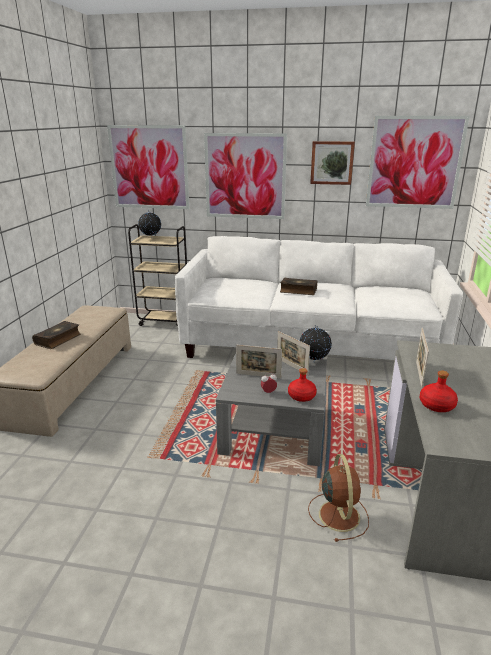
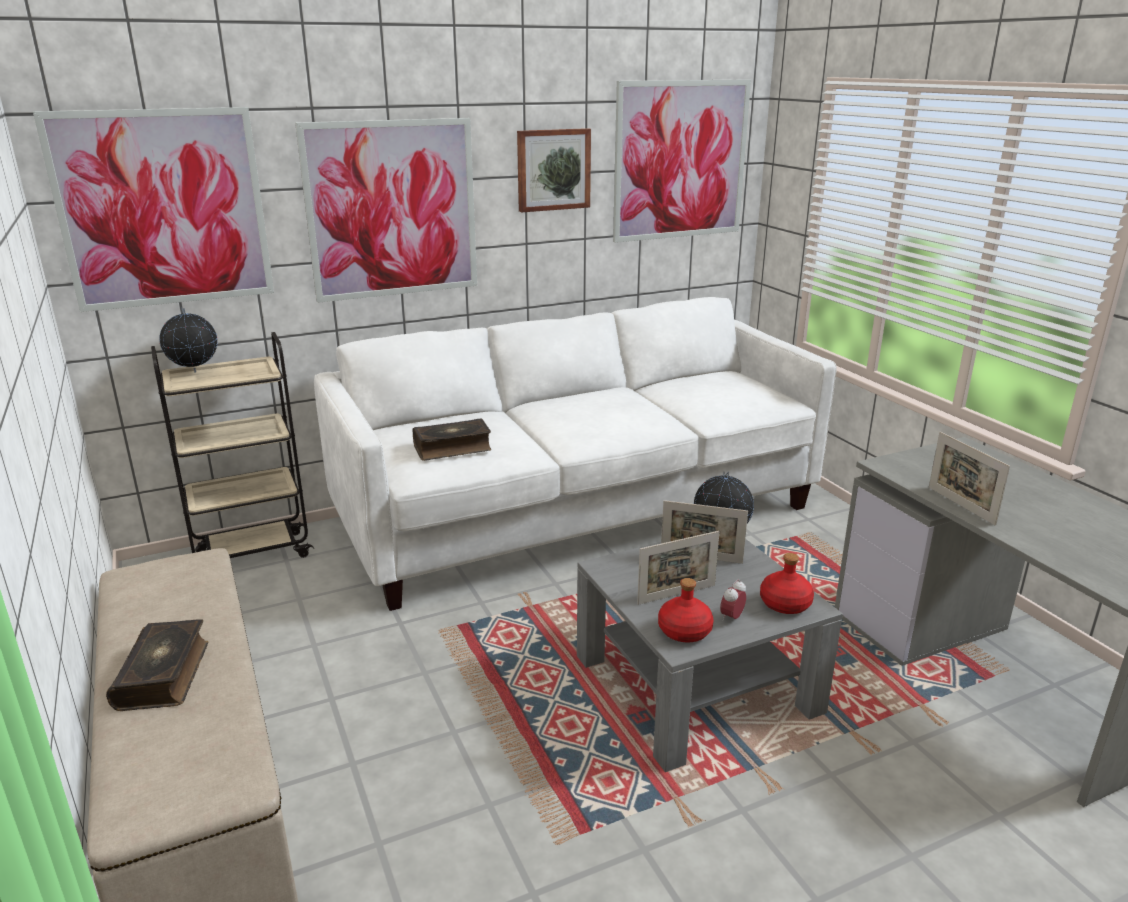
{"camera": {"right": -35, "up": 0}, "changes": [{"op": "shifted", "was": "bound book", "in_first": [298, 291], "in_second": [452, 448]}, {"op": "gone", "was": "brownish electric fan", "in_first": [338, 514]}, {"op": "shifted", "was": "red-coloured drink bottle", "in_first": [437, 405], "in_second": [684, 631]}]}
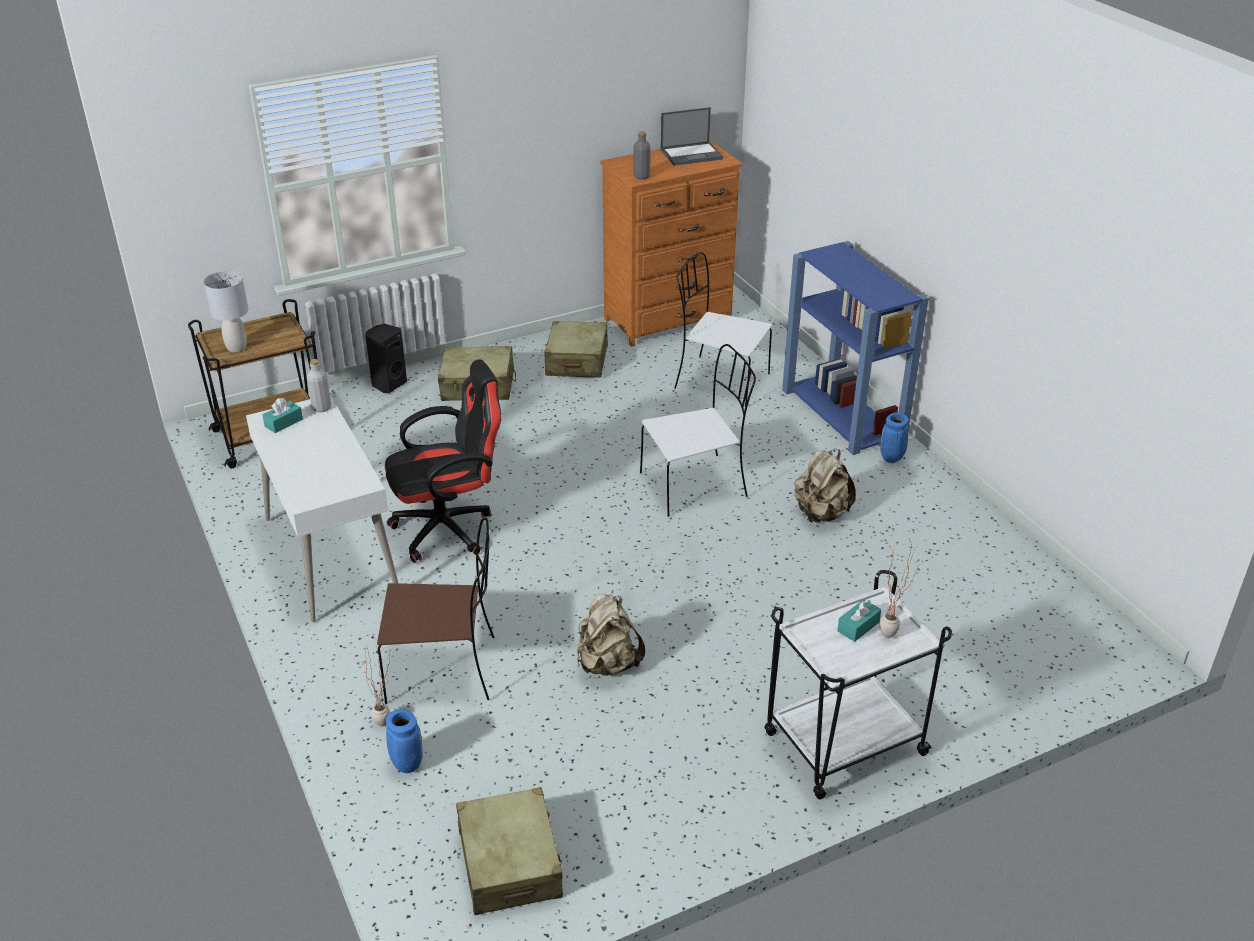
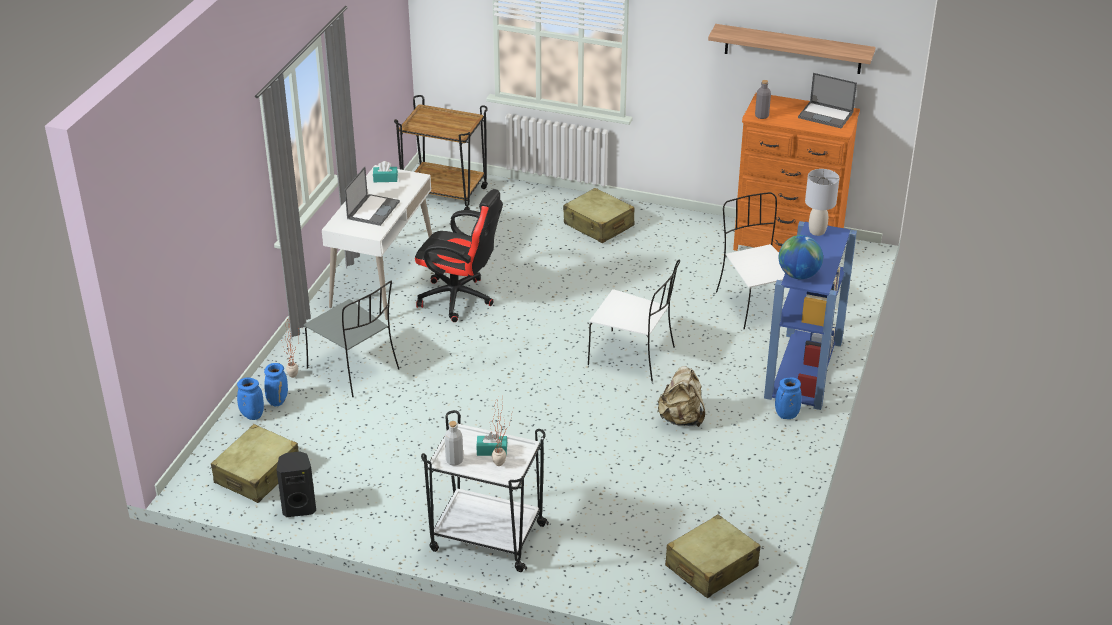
{"camera": {"right": 45, "up": 0}, "changes": [{"op": "shifted", "was": "gray table lamp", "in_first": [237, 347], "in_second": [817, 231]}, {"op": "shifted", "was": "gray drink bottle", "in_first": [321, 407], "in_second": [454, 460]}, {"op": "shifted", "was": "black-coloured loudspeaker", "in_first": [388, 384], "in_second": [299, 507]}, {"op": "repainted", "was": "brownish upright chair", "now": "gray upright chair", "in_first": [445, 669], "in_second": [355, 370]}, {"op": "shifted", "was": "sand-coloured piece of luggage", "in_first": [576, 361], "in_second": [711, 567]}, {"op": "gone", "was": "sand-coloured rucksack", "in_first": [607, 663]}, {"op": "new", "now": "blue vase", "in_second": [251, 415]}, {"op": "new", "now": "portable computer", "in_second": [373, 210]}, {"op": "new", "now": "wall shelf", "in_second": [793, 49]}, {"op": "new", "now": "globe", "in_second": [798, 275]}]}
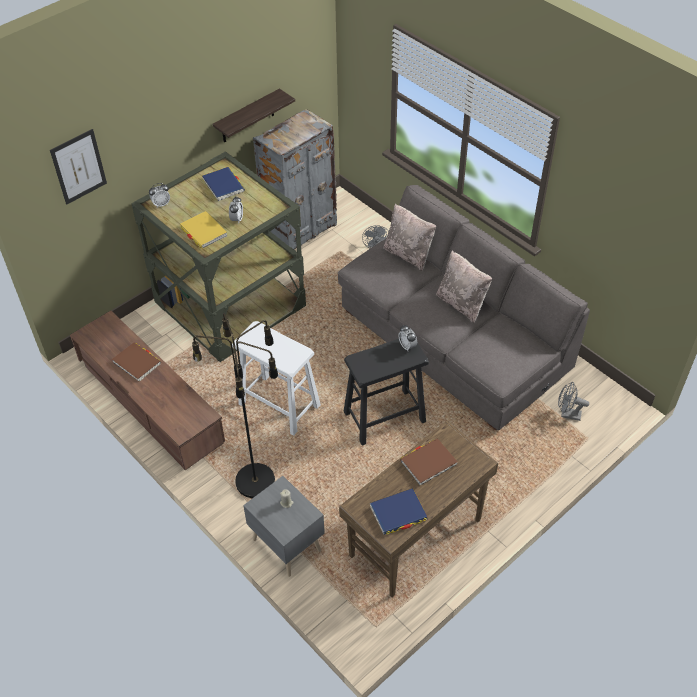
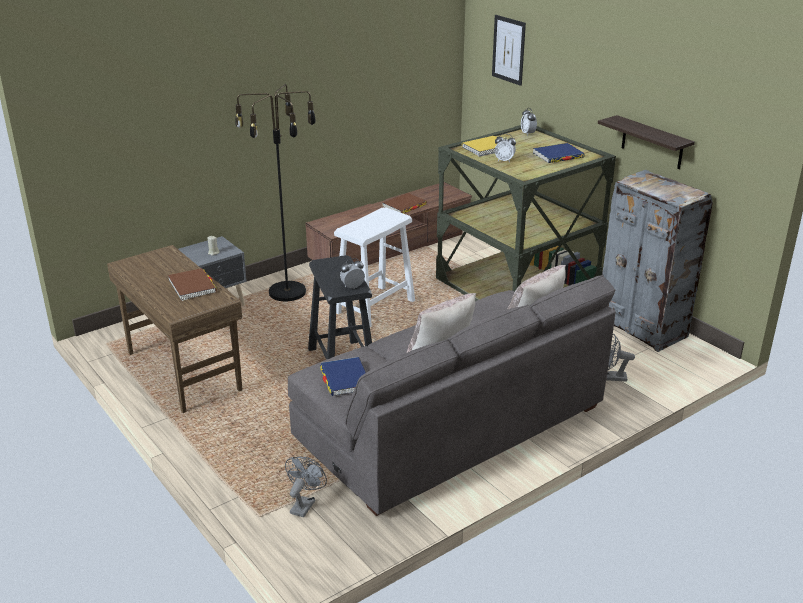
{"camera": {"right": 95, "up": -20}, "changes": [{"op": "shifted", "was": "blue bound book", "in_first": [398, 513], "in_second": [345, 379]}]}
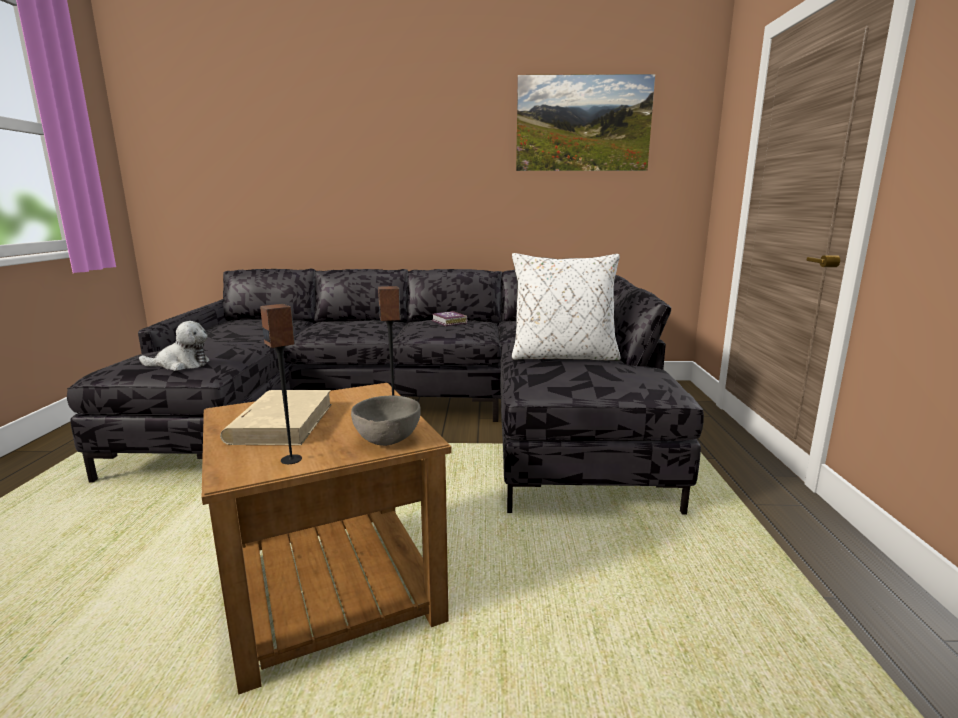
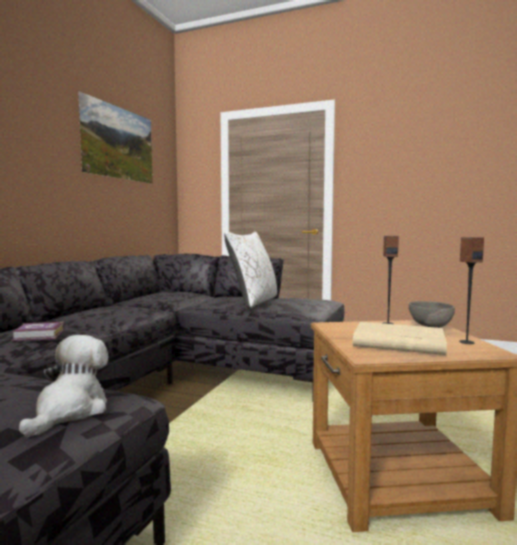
{"camera": {"right": -70, "up": -10}, "changes": [{"op": "shifted", "was": "bound book", "in_first": [449, 322], "in_second": [40, 336]}]}
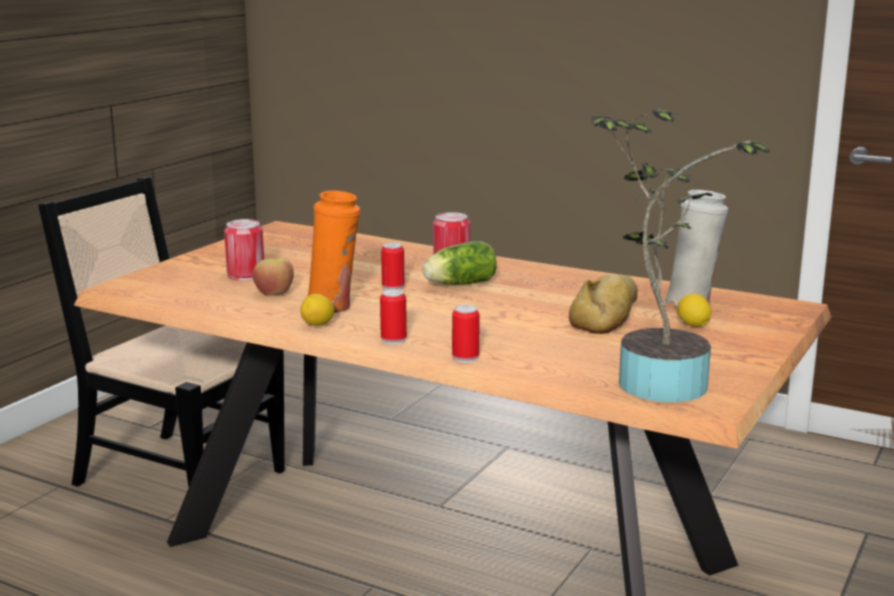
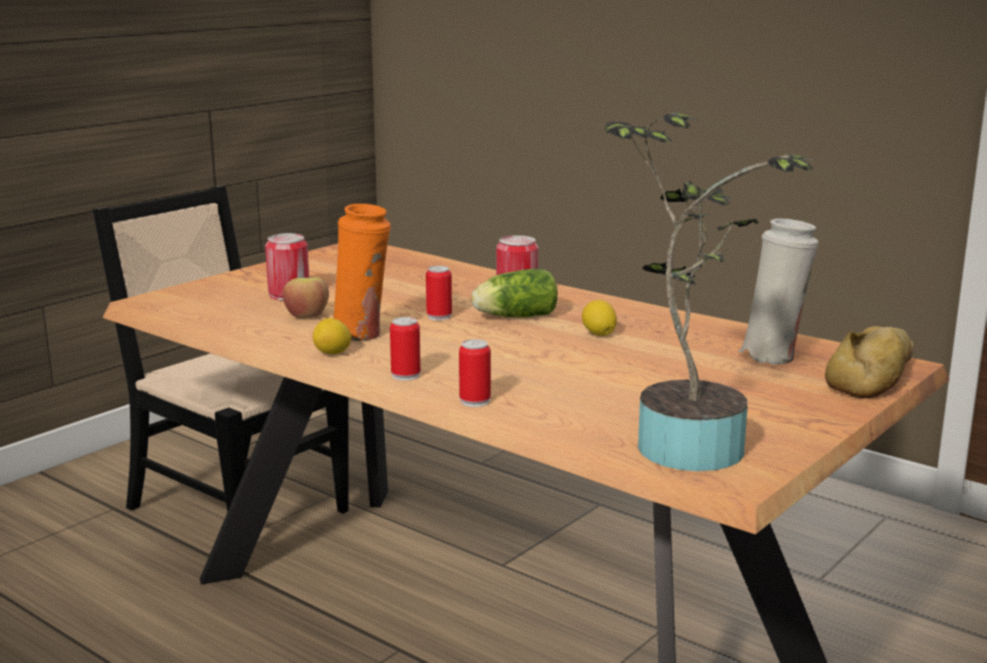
{"camera": {"right": 10, "up": 0}, "changes": [{"op": "shifted", "was": "bakery bread", "in_first": [608, 315], "in_second": [874, 375]}, {"op": "shifted", "was": "citrus fruit", "in_first": [693, 325], "in_second": [598, 334]}]}
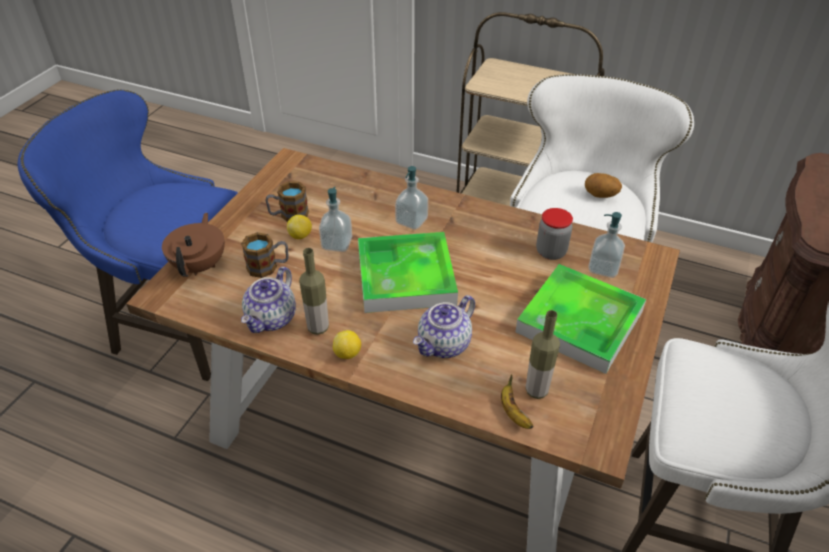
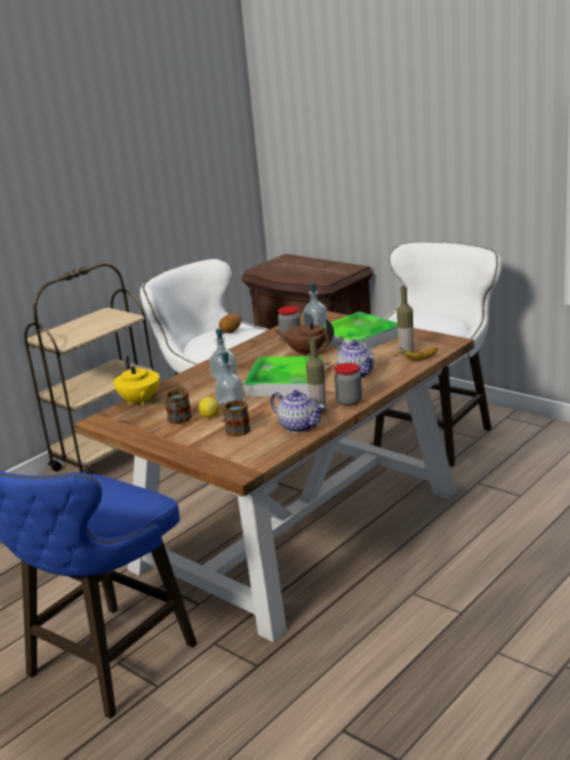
{"camera": {"right": -70, "up": -20}, "changes": [{"op": "shifted", "was": "brownish teapot", "in_first": [200, 265], "in_second": [306, 352]}, {"op": "swapped", "was": "citrus fruit", "now": "jar", "in_first": [347, 354], "in_second": [349, 401]}, {"op": "new", "now": "yellowish teapot", "in_second": [139, 401]}]}
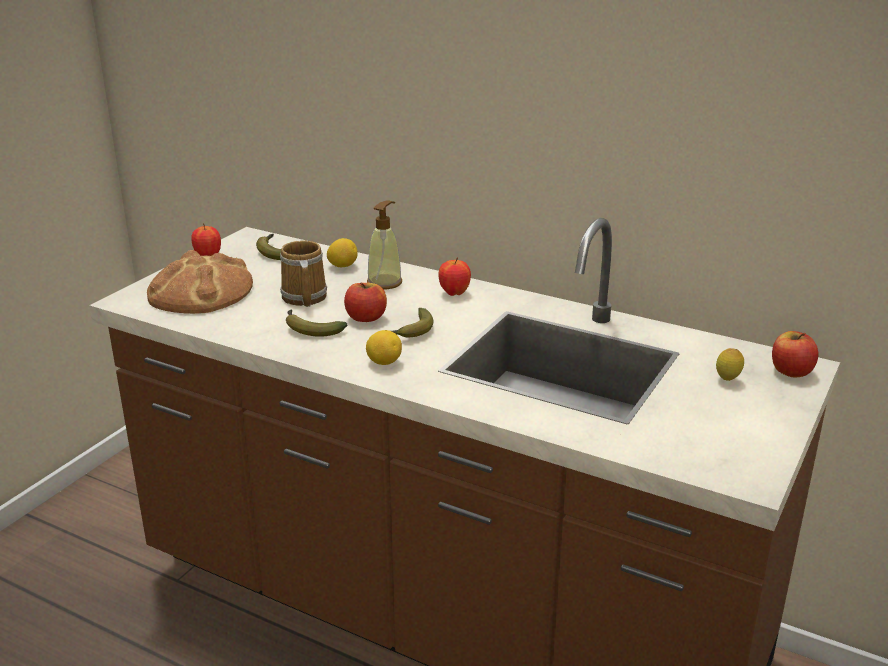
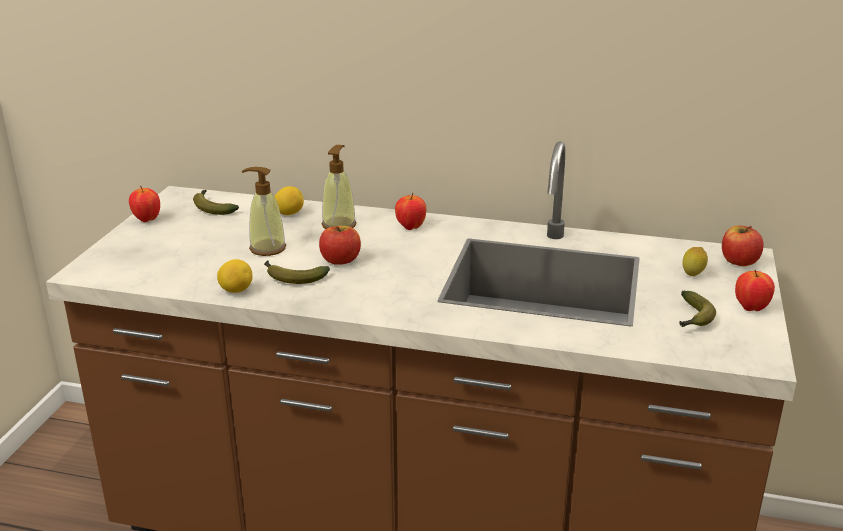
{"camera": {"right": -15, "up": 0}, "changes": [{"op": "gone", "was": "bakery bread", "in_first": [200, 291]}, {"op": "swapped", "was": "tea mug", "now": "soap dispenser", "in_first": [303, 298], "in_second": [267, 248]}, {"op": "shifted", "was": "citrus fruit", "in_first": [384, 362], "in_second": [236, 290]}, {"op": "shifted", "was": "whole banana", "in_first": [411, 332], "in_second": [692, 318]}, {"op": "new", "now": "whole apple", "in_second": [751, 308]}]}
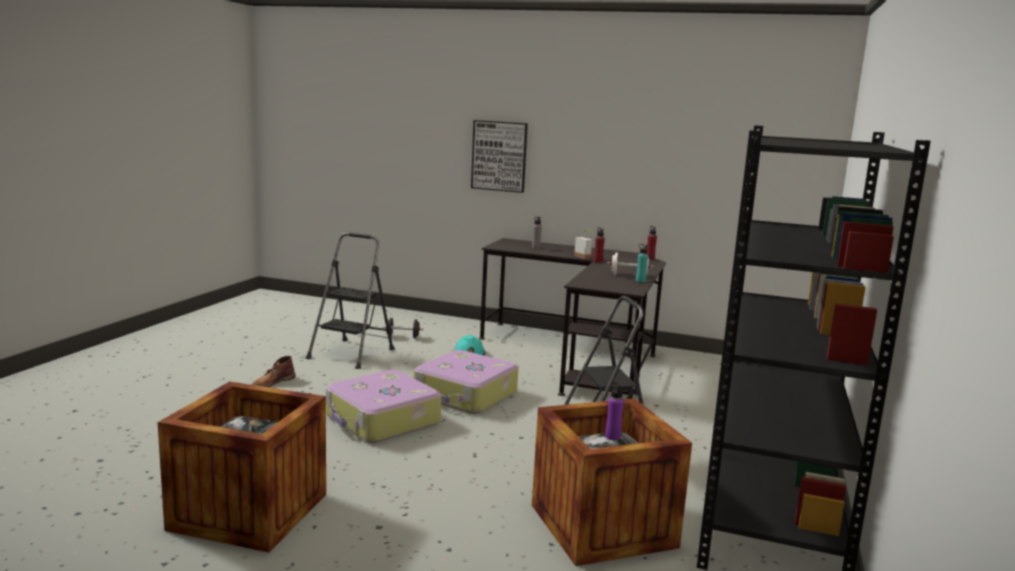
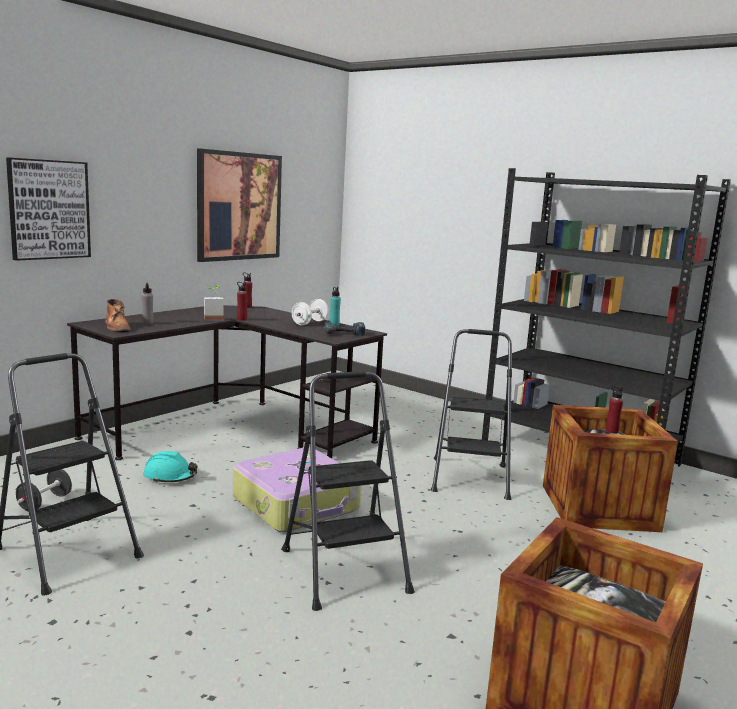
{"camera": {"right": -70, "up": 0}, "changes": [{"op": "shifted", "was": "brownish boot", "in_first": [273, 382], "in_second": [117, 327]}, {"op": "swapped", "was": "piece of luggage", "now": "black-coloured step ladder", "in_first": [382, 420], "in_second": [343, 567]}, {"op": "repainted", "was": "purplish drink bottle", "now": "red-coloured drink bottle", "in_first": [612, 437], "in_second": [611, 431]}, {"op": "new", "now": "wall picture", "in_second": [239, 206]}, {"op": "new", "now": "power drill", "in_second": [343, 332]}]}
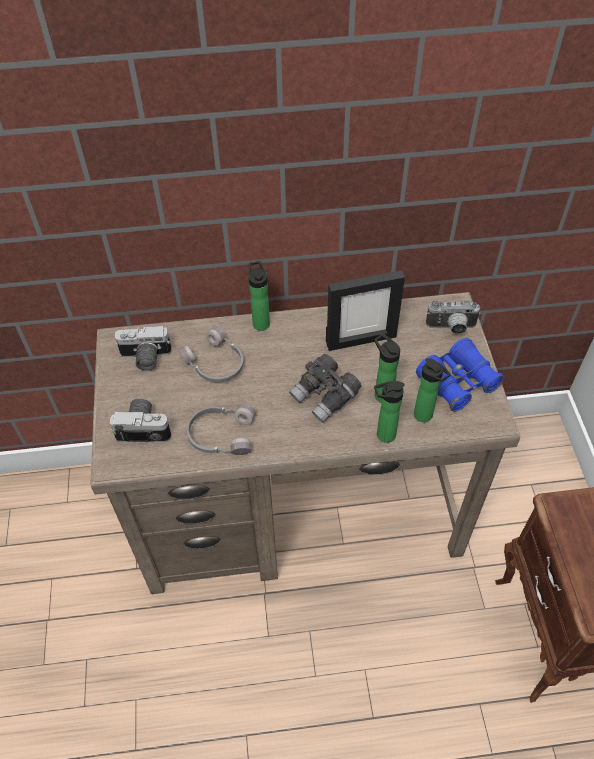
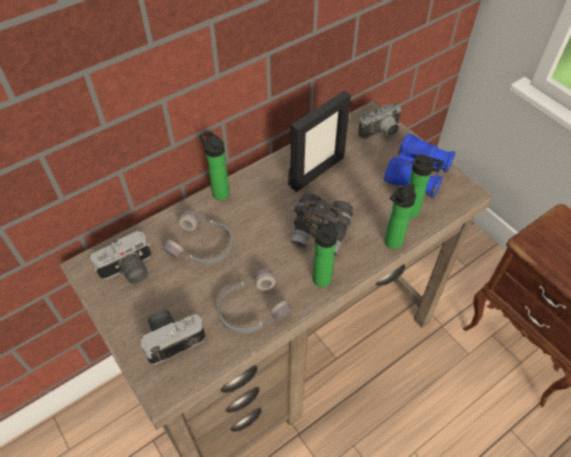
{"camera": {"right": -30, "up": 0}, "changes": [{"op": "shifted", "was": "drink bottle", "in_first": [381, 394], "in_second": [318, 278]}]}
